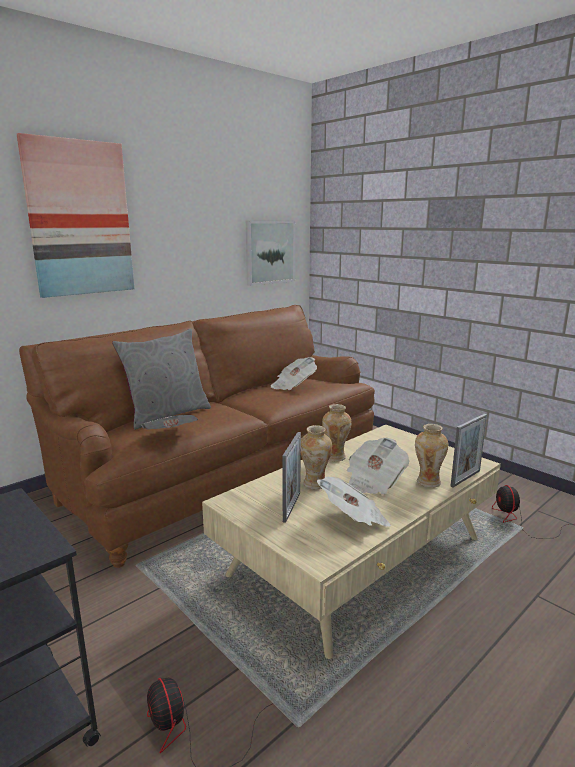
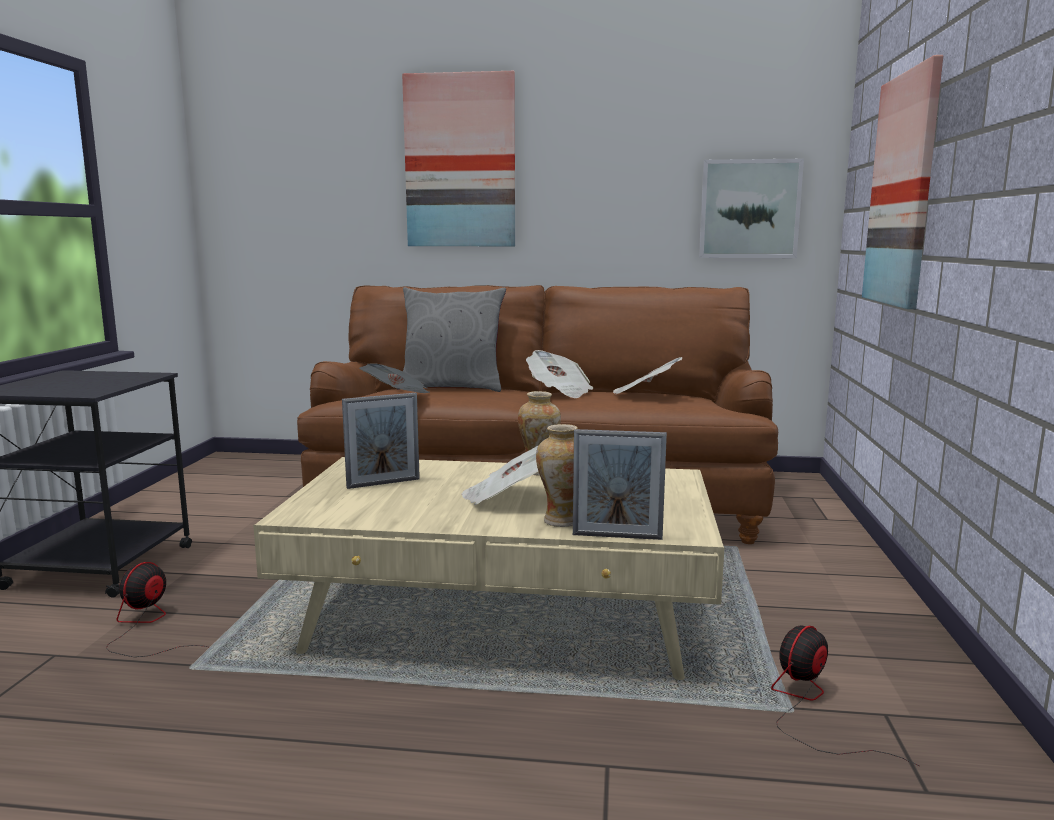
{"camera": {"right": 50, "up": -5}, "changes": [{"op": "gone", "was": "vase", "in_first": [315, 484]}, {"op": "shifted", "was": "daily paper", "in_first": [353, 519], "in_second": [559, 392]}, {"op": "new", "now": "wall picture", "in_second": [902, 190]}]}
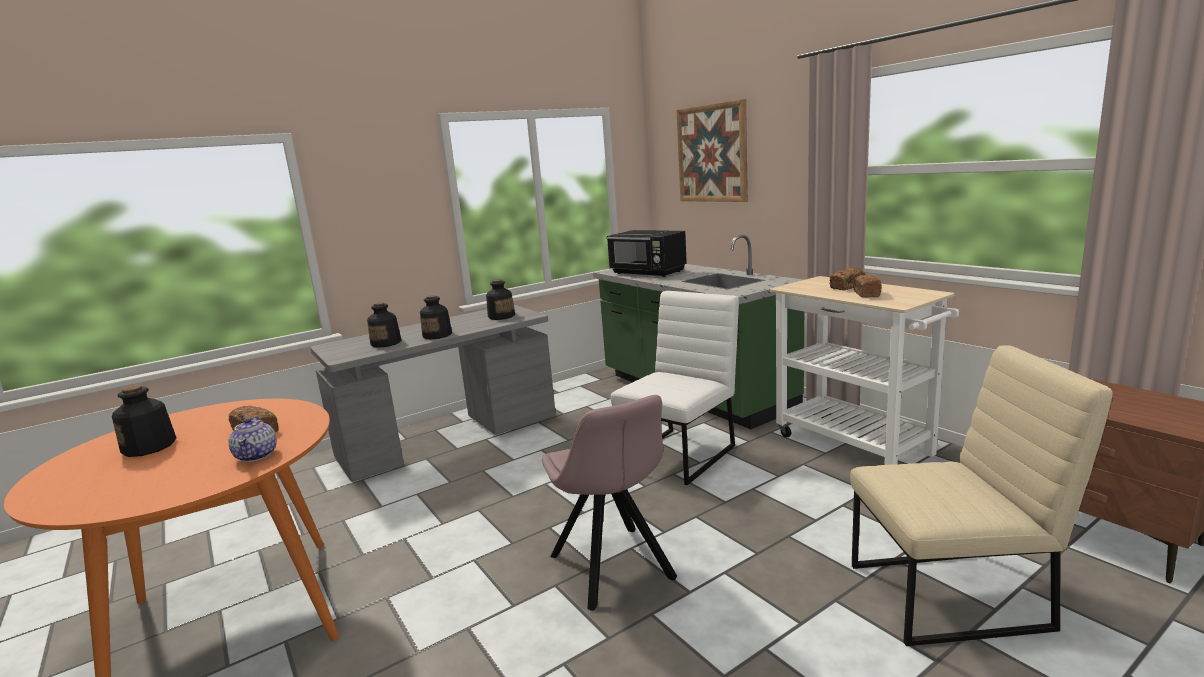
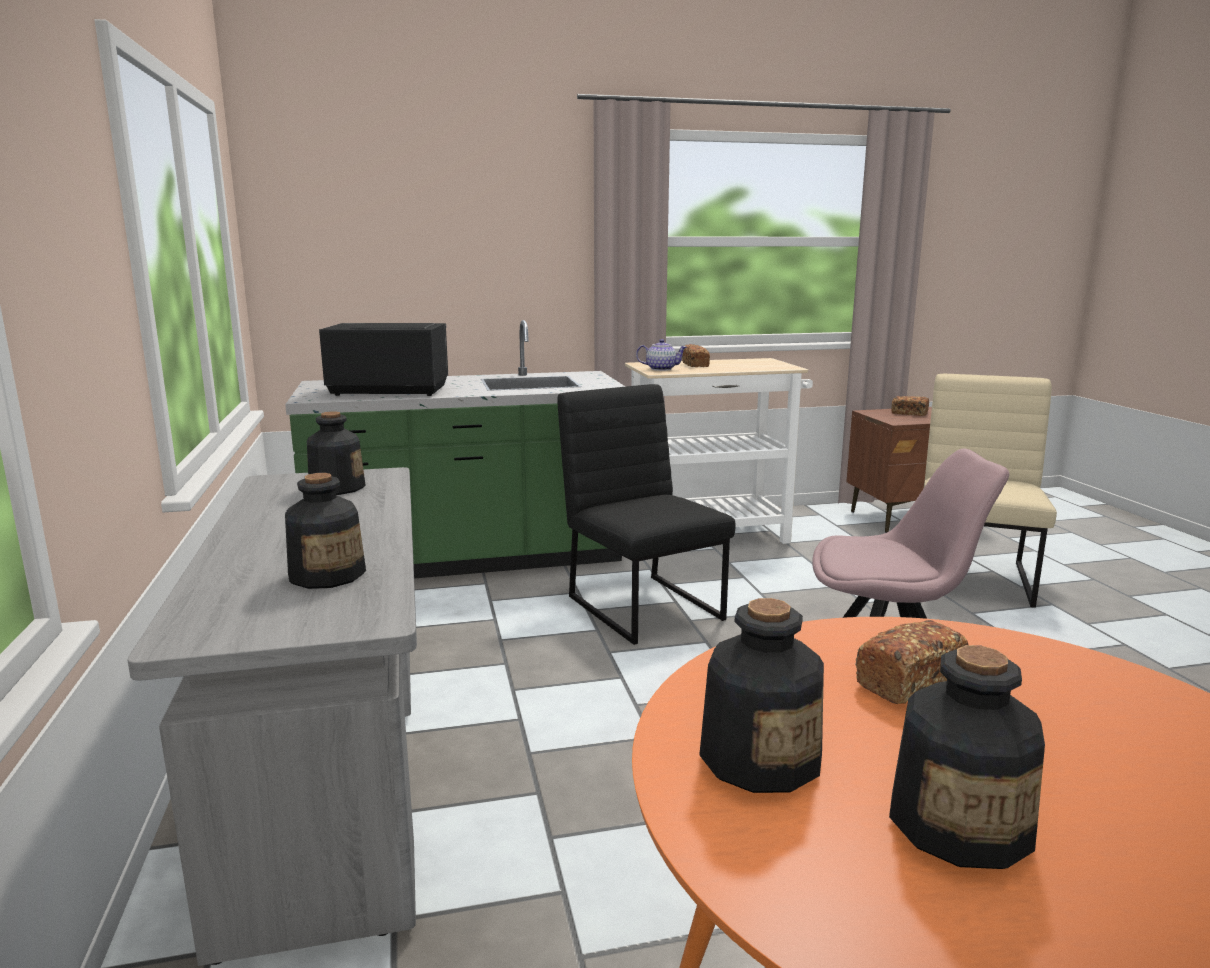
{"camera": {"right": -70, "up": 0}, "changes": [{"op": "shifted", "was": "teapot", "in_first": [257, 455], "in_second": [660, 369]}, {"op": "shifted", "was": "drink bottle", "in_first": [437, 335], "in_second": [760, 758]}, {"op": "rotated", "was": "black-coloured microwave oven", "in_first": [648, 273], "in_second": [388, 391], "clockwise": -150}, {"op": "repainted", "was": "whitish upright chair", "now": "black-coloured upright chair", "in_first": [681, 454], "in_second": [643, 605]}, {"op": "gone", "was": "wall picture", "in_first": [712, 153]}, {"op": "shifted", "was": "bakery bread", "in_first": [866, 294], "in_second": [909, 413]}]}
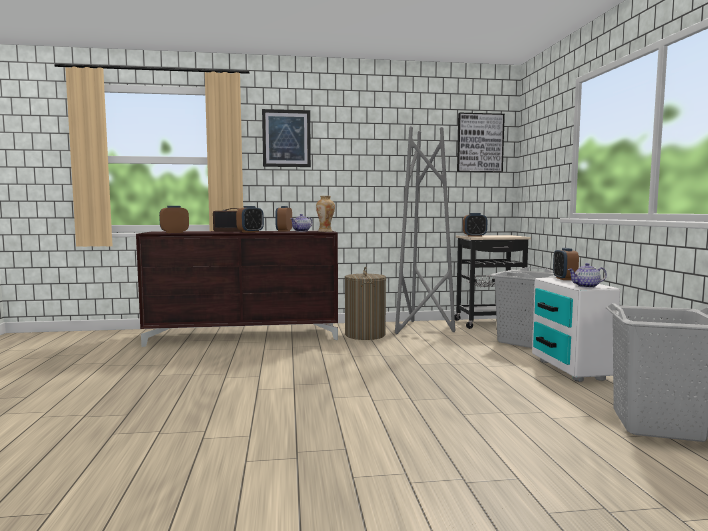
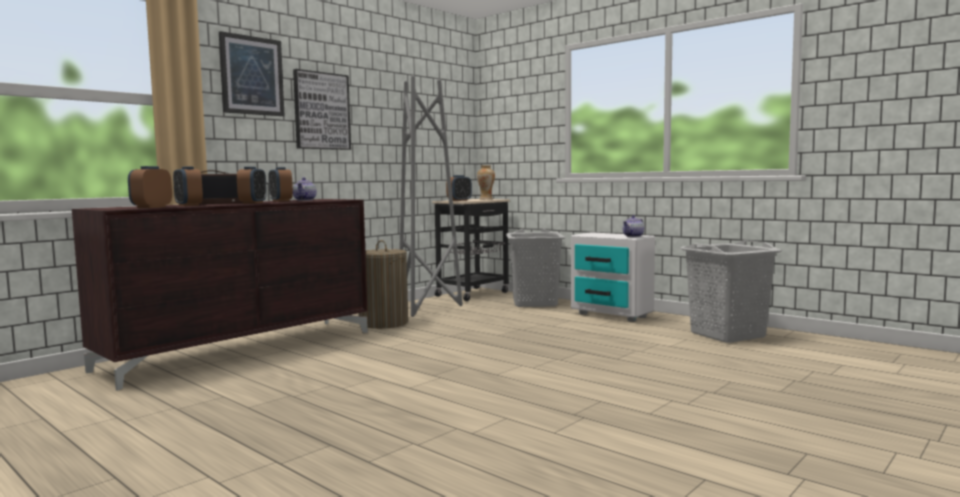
{"camera": {"right": -40, "up": 0}, "changes": [{"op": "shifted", "was": "vase", "in_first": [325, 231], "in_second": [486, 199]}, {"op": "shifted", "was": "wall picture", "in_first": [479, 143], "in_second": [321, 111]}, {"op": "shifted", "was": "alarm clock", "in_first": [564, 279], "in_second": [188, 205]}]}
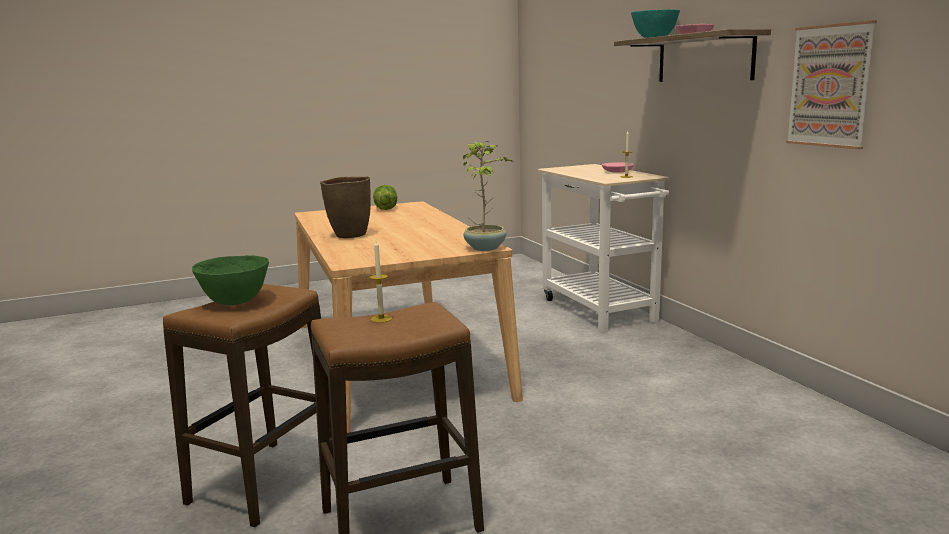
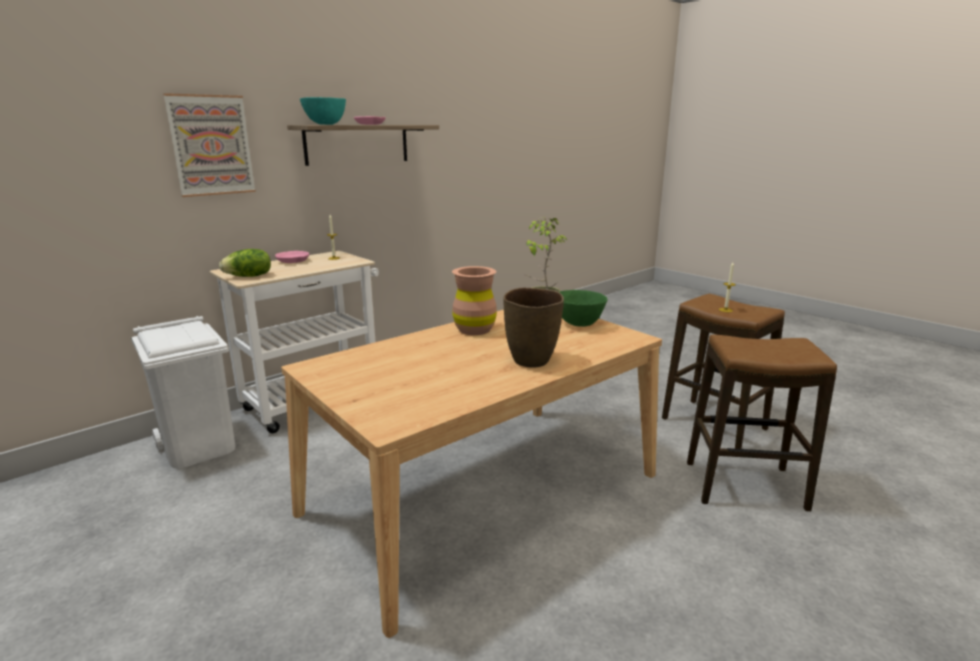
{"camera": {"right": -110, "up": 5}, "changes": [{"op": "shifted", "was": "greenish deep dish", "in_first": [235, 302], "in_second": [579, 324]}, {"op": "shifted", "was": "head of lettuce", "in_first": [385, 209], "in_second": [249, 276]}, {"op": "shifted", "was": "wall picture", "in_first": [830, 86], "in_second": [211, 145]}, {"op": "new", "now": "whitish trash can", "in_second": [199, 447]}, {"op": "new", "now": "brownish vase", "in_second": [474, 329]}]}
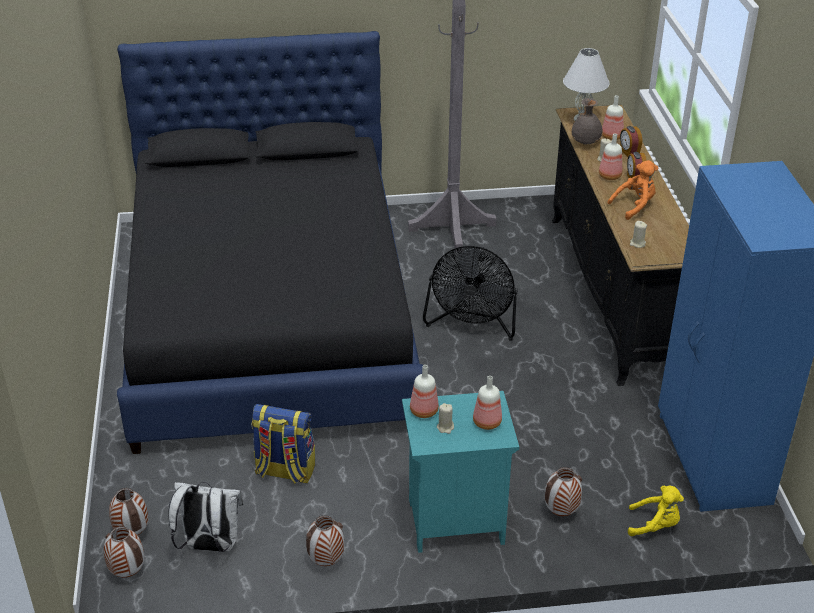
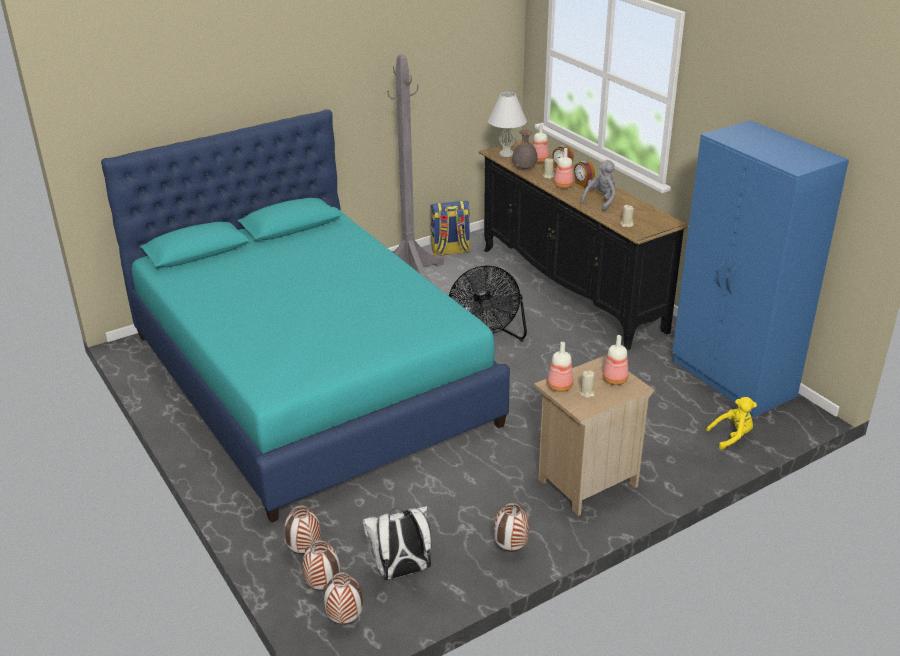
{"camera": {"right": -25, "up": -5}, "changes": [{"op": "repainted", "was": "black-coloured bed", "now": "blue-green bed", "in_first": [270, 317], "in_second": [309, 378]}, {"op": "shifted", "was": "rucksack", "in_first": [284, 471], "in_second": [450, 251]}, {"op": "repainted", "was": "blue-green nightstand", "now": "sand-coloured nightstand", "in_first": [454, 519], "in_second": [585, 482]}, {"op": "shifted", "was": "vase", "in_first": [560, 513], "in_second": [304, 552]}, {"op": "repainted", "was": "orange soft toy", "now": "gray soft toy", "in_first": [634, 206], "in_second": [600, 201]}]}
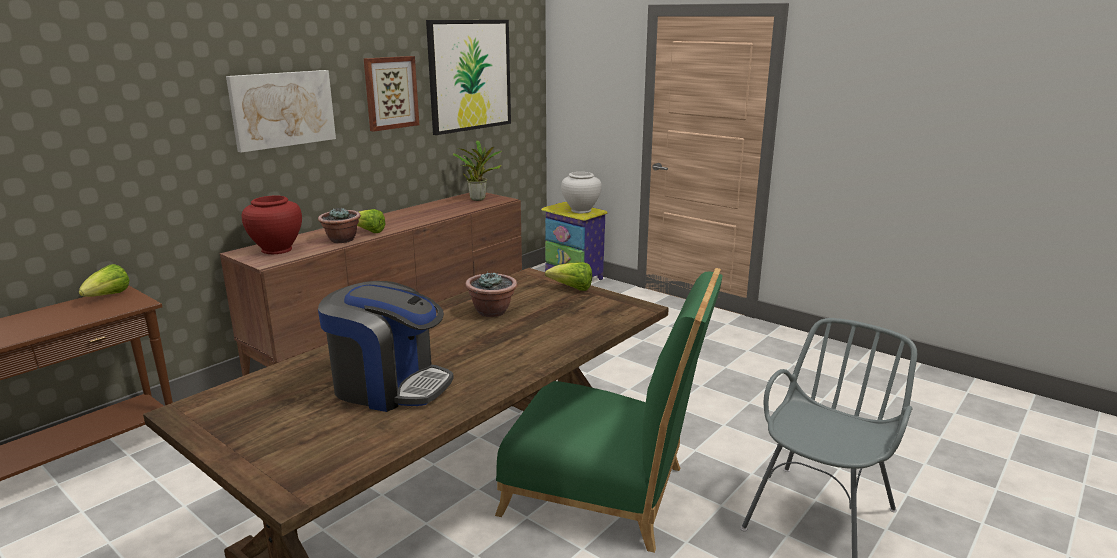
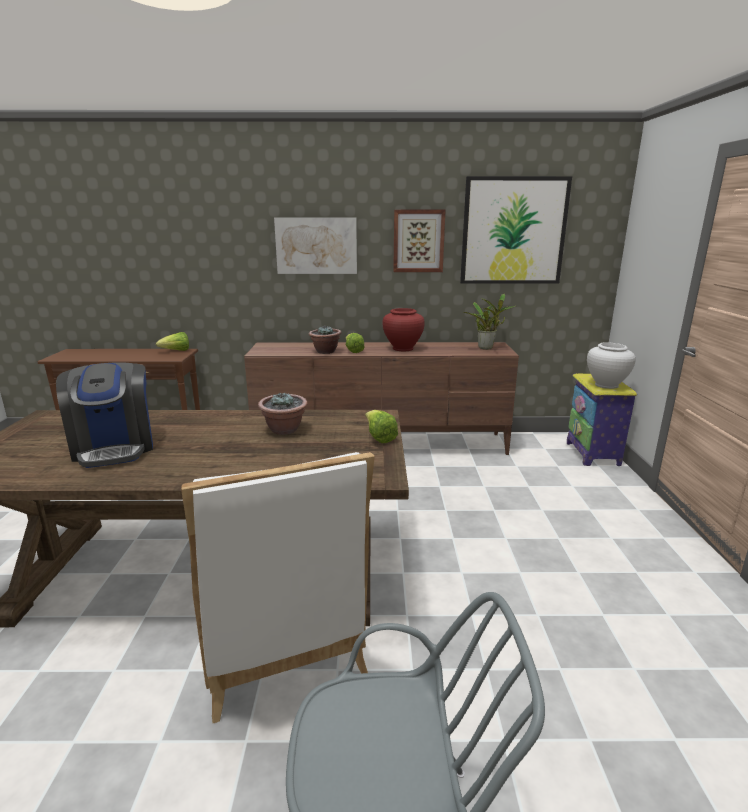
{"camera": {"right": 50, "up": 0}, "changes": [{"op": "shifted", "was": "red-coloured vase", "in_first": [277, 250], "in_second": [403, 348]}, {"op": "repainted", "was": "greenish upright chair", "now": "whitish upright chair", "in_first": [605, 493], "in_second": [278, 643]}]}
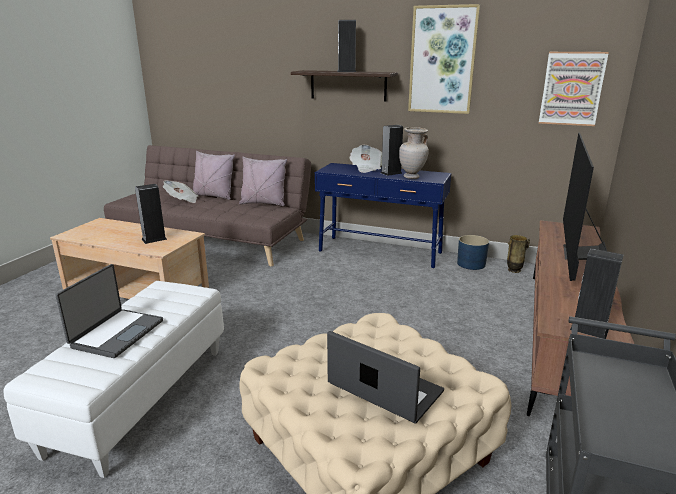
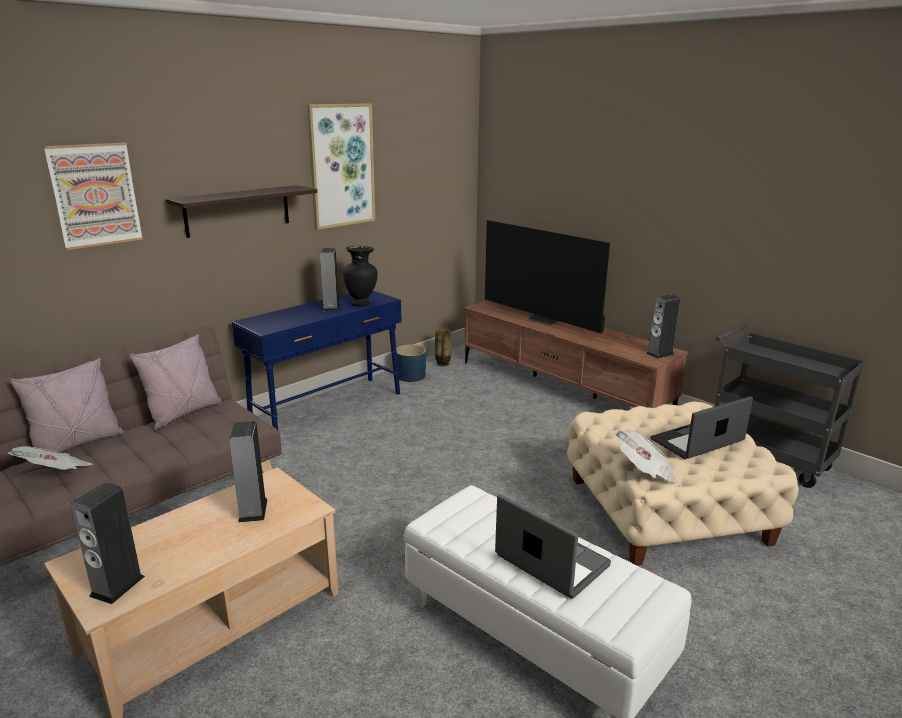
{"camera": {"right": -65, "up": 0}, "changes": [{"op": "shifted", "was": "loudspeaker", "in_first": [346, 71], "in_second": [117, 586]}, {"op": "shifted", "was": "daily paper", "in_first": [366, 168], "in_second": [644, 471]}, {"op": "repainted", "was": "sand-coloured vase", "now": "black-coloured vase", "in_first": [412, 177], "in_second": [361, 304]}, {"op": "shifted", "was": "wall picture", "in_first": [572, 88], "in_second": [95, 195]}]}
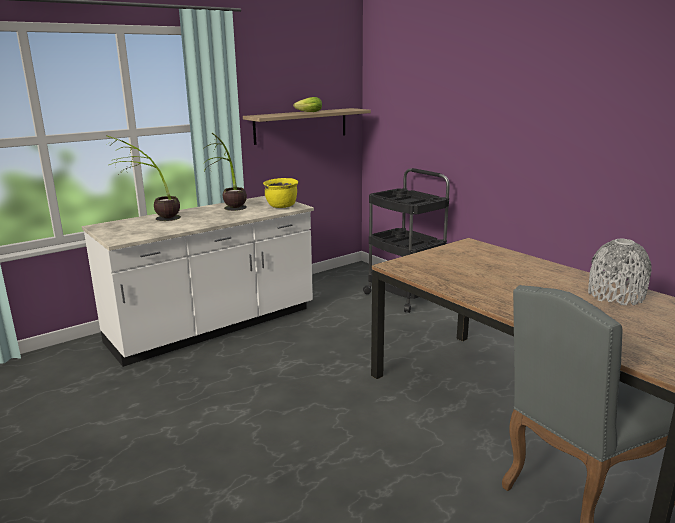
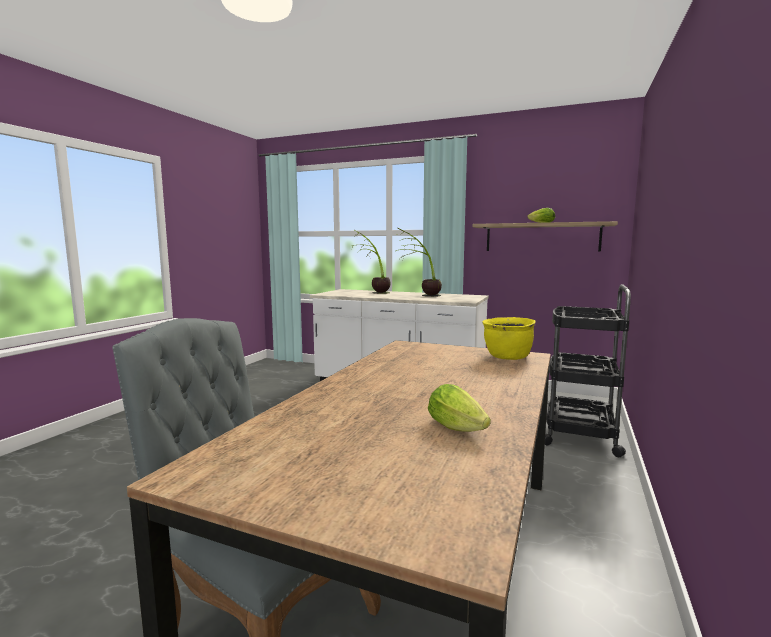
{"camera": {"right": 60, "up": -10}, "changes": [{"op": "shifted", "was": "yellowish saucepot", "in_first": [281, 206], "in_second": [507, 357]}, {"op": "swapped", "was": "gray vase", "now": "head of lettuce", "in_first": [615, 296], "in_second": [459, 428]}]}
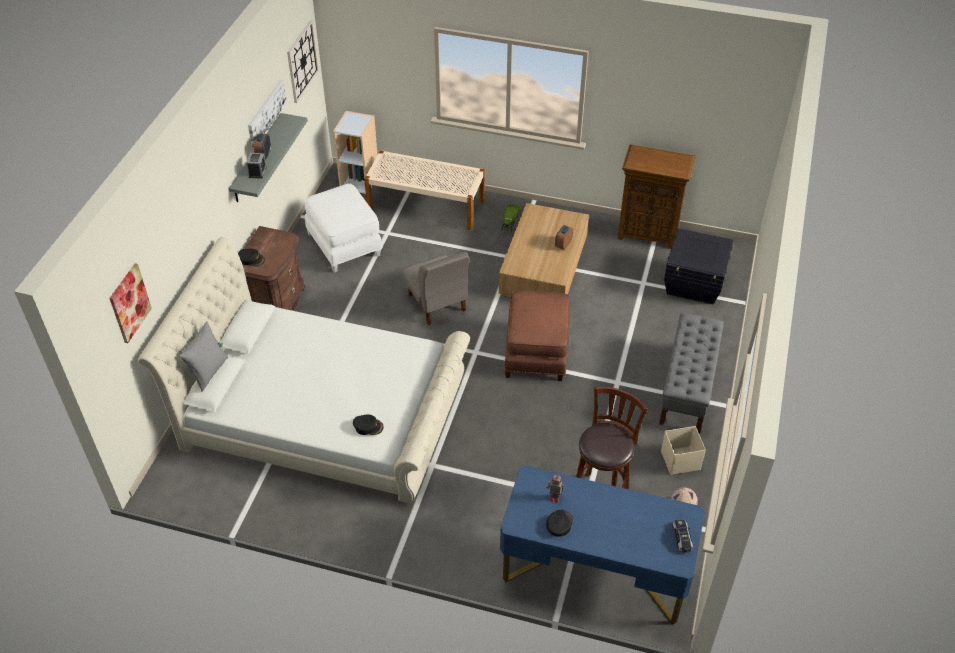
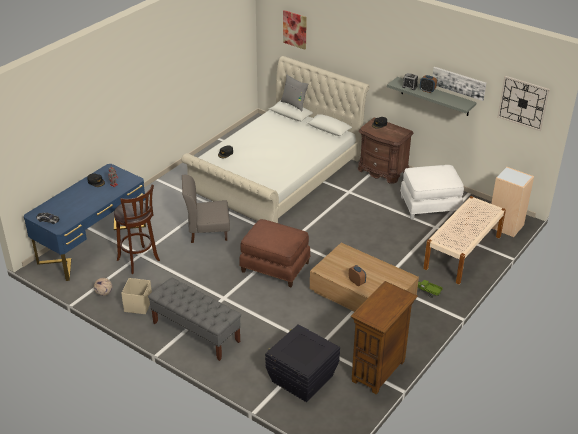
{"camera": {"right": 110, "up": -10}, "changes": [{"op": "shifted", "was": "gray upright chair", "in_first": [437, 303], "in_second": [207, 231]}]}
